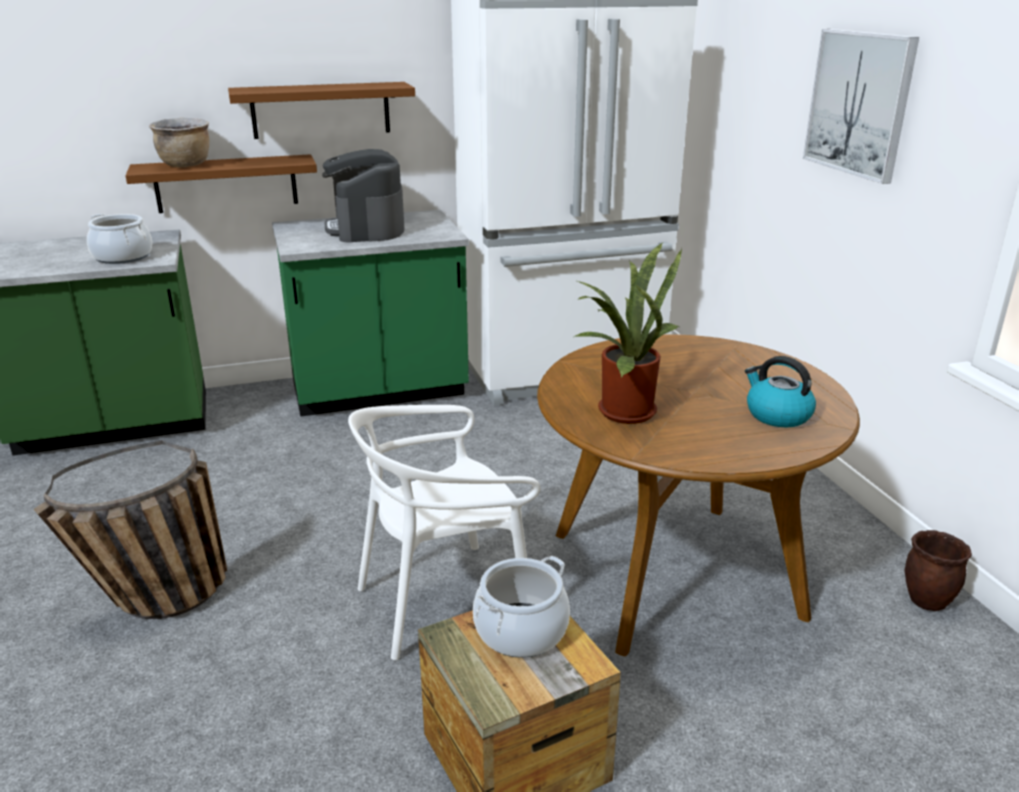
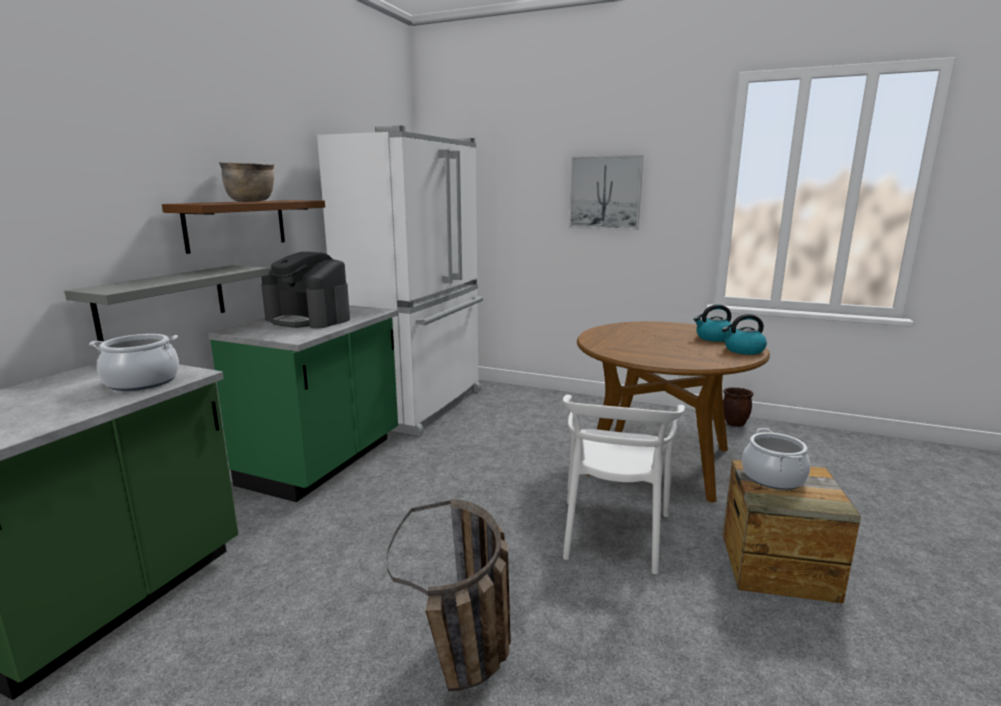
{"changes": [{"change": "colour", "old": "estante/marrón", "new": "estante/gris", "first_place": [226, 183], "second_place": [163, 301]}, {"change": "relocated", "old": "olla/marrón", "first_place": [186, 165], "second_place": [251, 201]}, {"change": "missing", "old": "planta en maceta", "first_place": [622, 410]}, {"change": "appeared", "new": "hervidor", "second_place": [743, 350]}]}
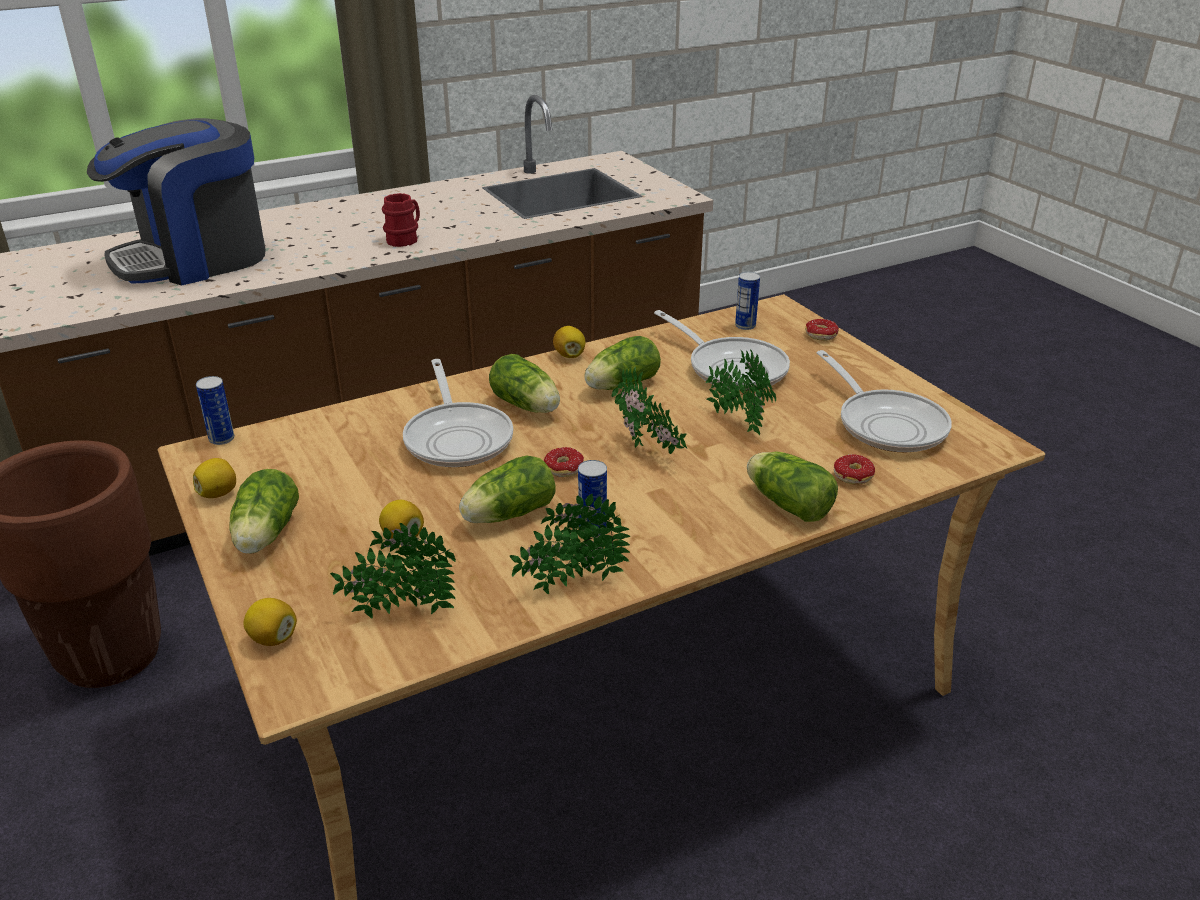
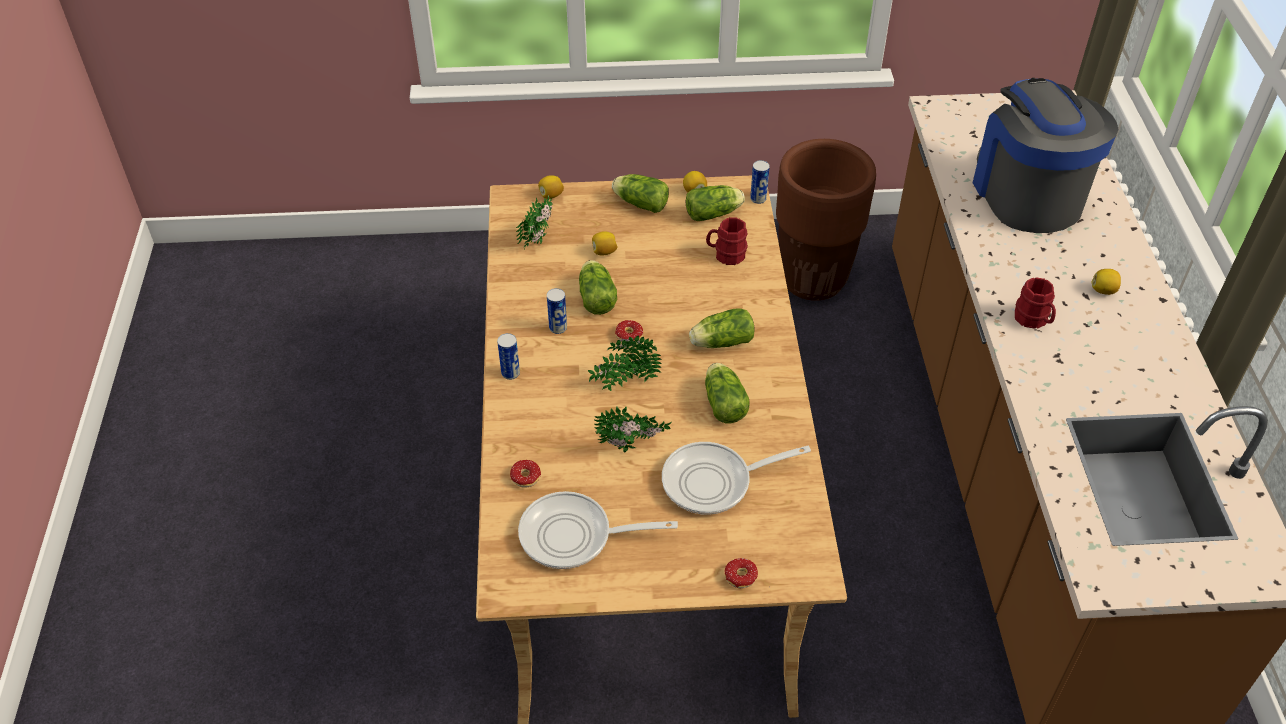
{"changes": [{"change": "missing", "old": "sartén", "first_place": [458, 437]}, {"change": "missing", "old": "planta en maceta", "first_place": [570, 583]}, {"change": "relocated", "old": "limón", "first_place": [569, 355], "second_place": [1103, 290]}, {"change": "relocated", "old": "lata", "first_place": [745, 326], "second_place": [510, 373]}, {"change": "relocated", "old": "lechuga", "first_place": [786, 503], "second_place": [715, 213]}, {"change": "appeared", "new": "taza grande/rojo", "second_place": [726, 255]}]}
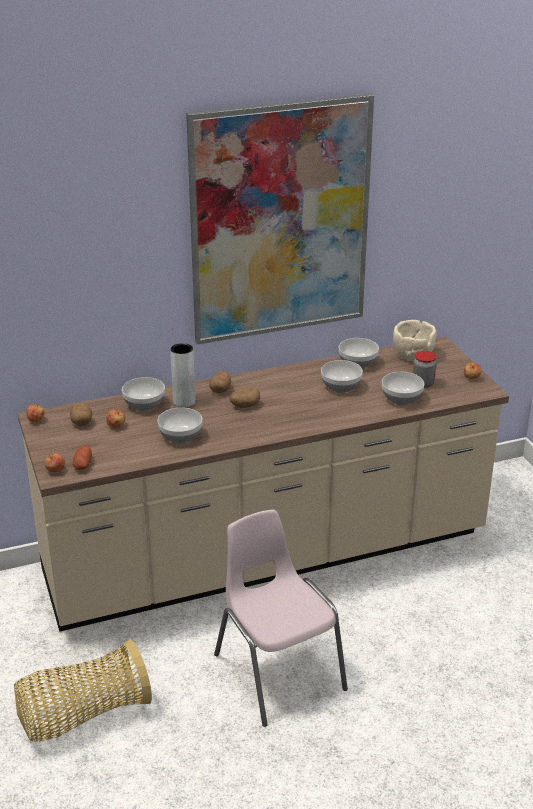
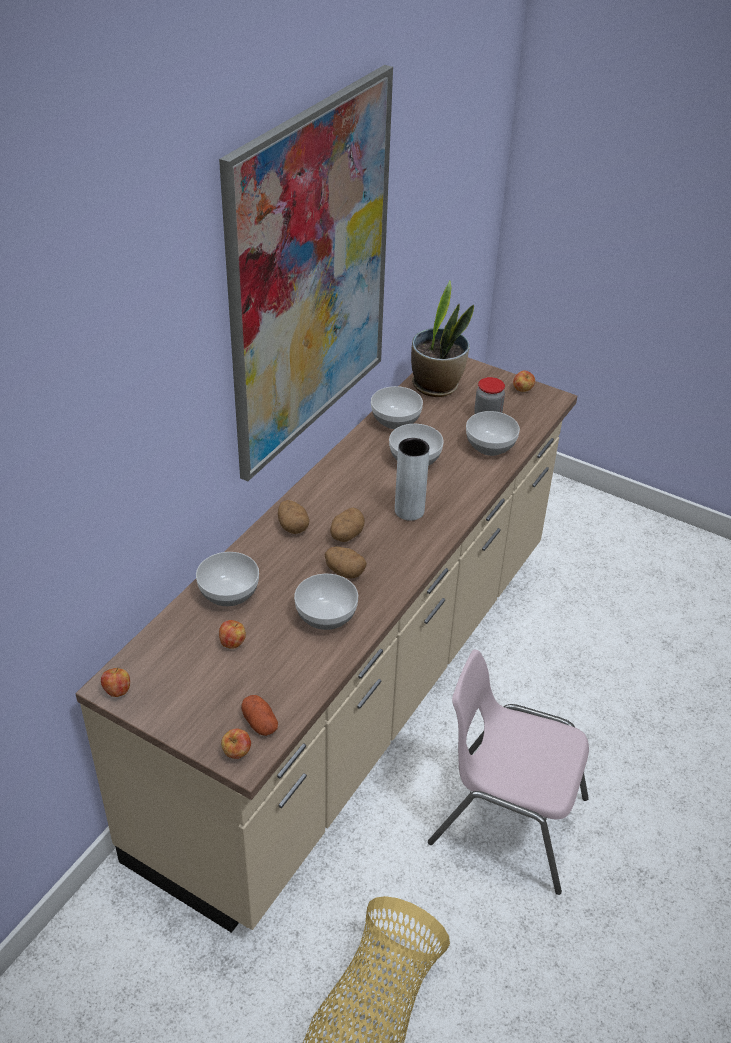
{"changes": [{"change": "relocated", "old": "patata", "first_place": [81, 422], "second_place": [344, 571]}, {"change": "relocated", "old": "florero/gris", "first_place": [184, 401], "second_place": [409, 511]}, {"change": "exchanged", "old": "cuenco/beis", "new": "planta en maceta", "first_place": [412, 355], "second_place": [436, 385]}]}
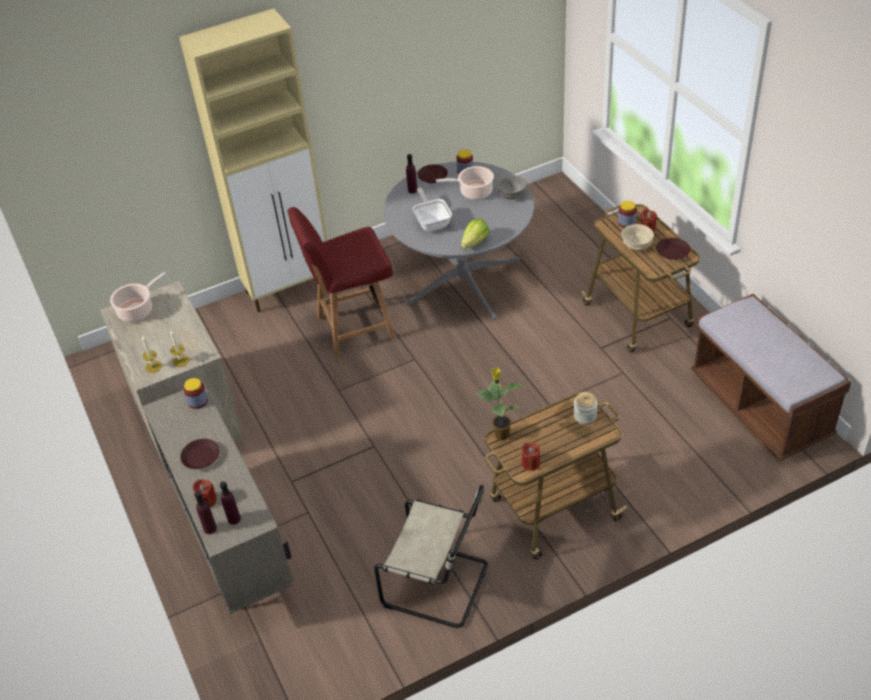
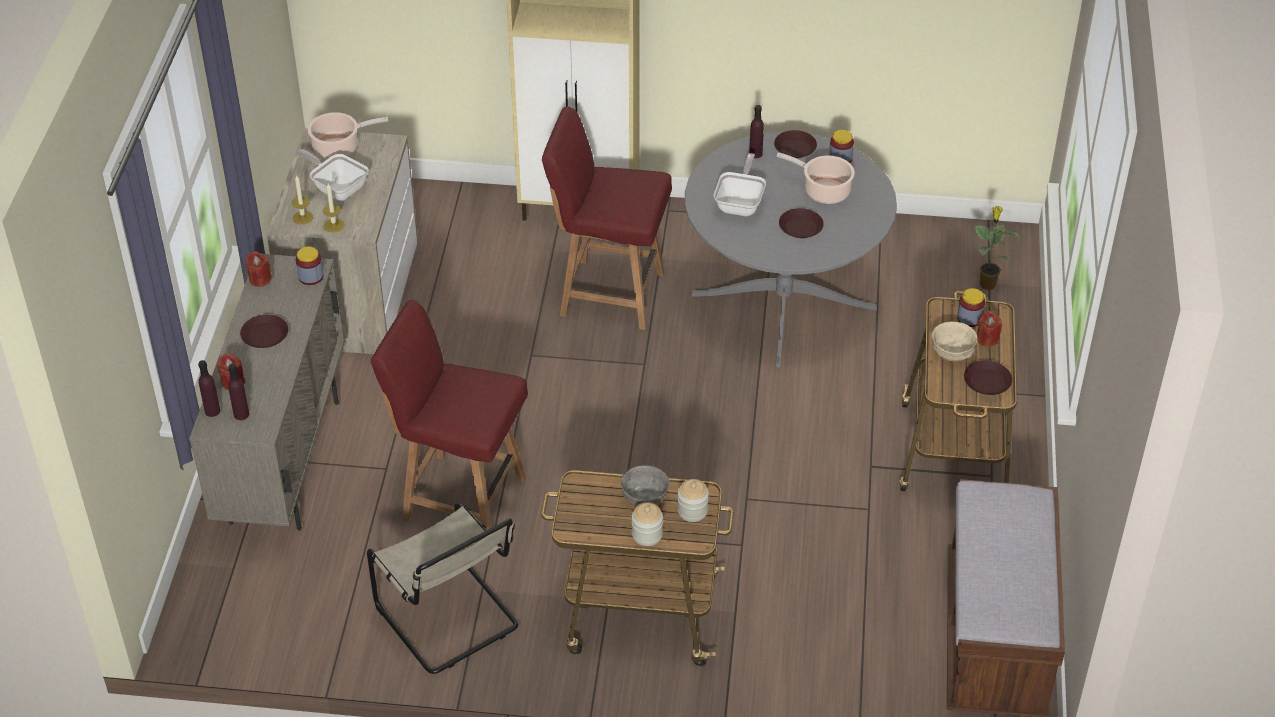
{"changes": [{"change": "missing", "old": "lechuga", "first_place": [475, 242]}, {"change": "relocated", "old": "planta en maceta", "first_place": [501, 434], "second_place": [987, 283]}, {"change": "relocated", "old": "cuenco/gris", "first_place": [511, 195], "second_place": [644, 498]}, {"change": "relocated", "old": "vela/rojo", "first_place": [530, 463], "second_place": [260, 279]}, {"change": "appeared", "new": "sartén", "second_place": [337, 188]}, {"change": "appeared", "new": "silla/rojo", "second_place": [461, 497]}, {"change": "appeared", "new": "tarro", "second_place": [647, 534]}, {"change": "appeared", "new": "plato/marrón", "second_place": [801, 227]}]}
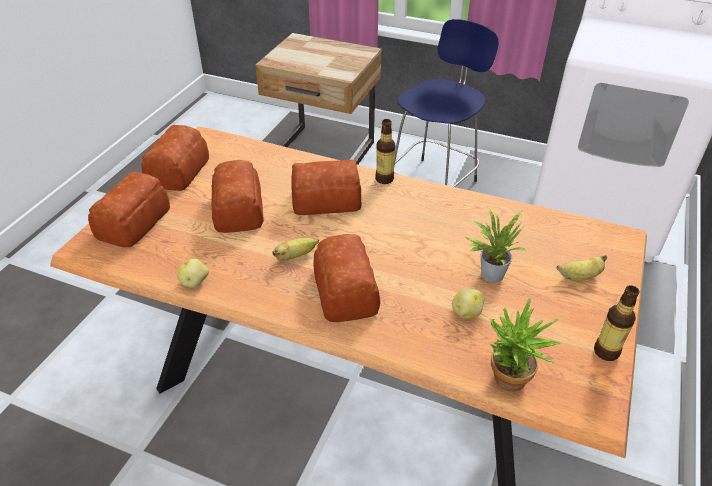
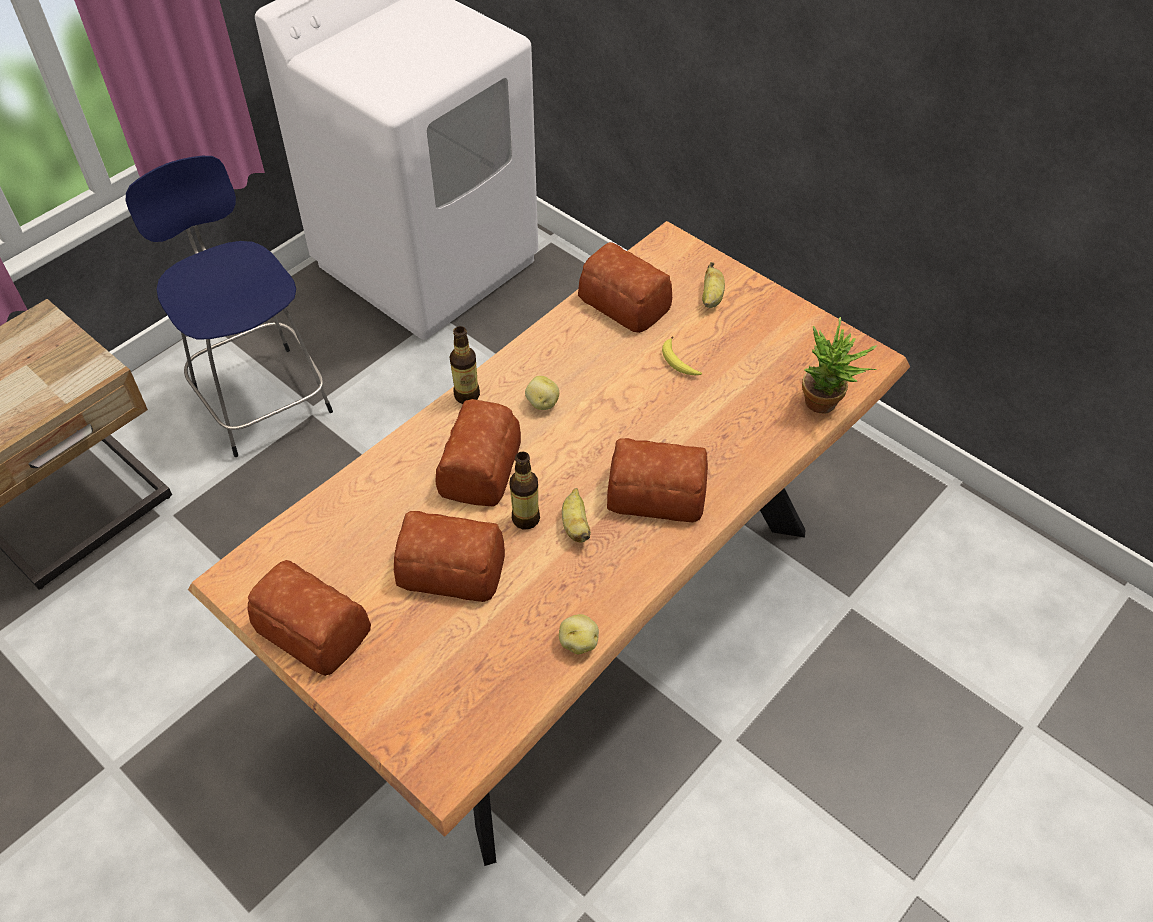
{"changes": [{"change": "relocated", "old": "pan", "first_place": [135, 222], "second_place": [624, 300]}, {"change": "relocated", "old": "patata", "first_place": [466, 312], "second_place": [542, 403]}, {"change": "exchanged", "old": "planta en maceta", "new": "plátano", "first_place": [489, 273], "second_place": [678, 362]}, {"change": "relocated", "old": "botella", "first_place": [606, 351], "second_place": [526, 518]}]}
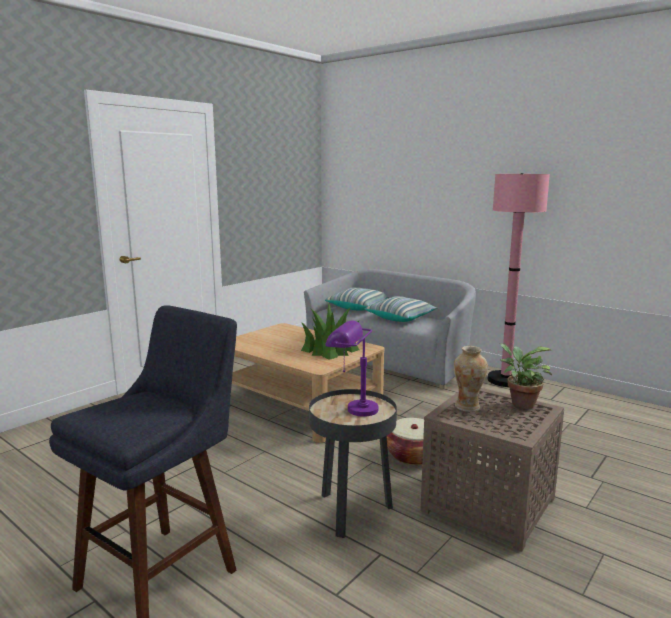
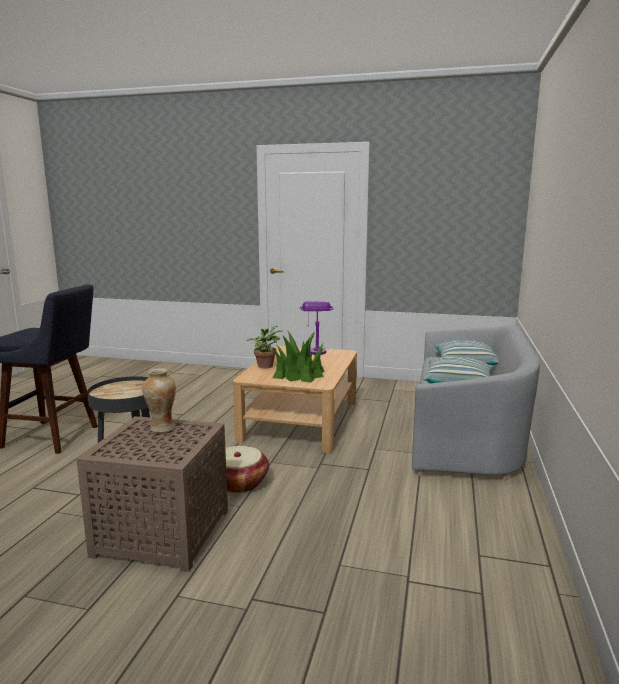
{"changes": [{"change": "relocated", "old": "lámpara de mesa/morado", "first_place": [352, 408], "second_place": [316, 351]}, {"change": "missing", "old": "lámpara de pie/rosa", "first_place": [505, 380]}, {"change": "relocated", "old": "planta en maceta", "first_place": [519, 404], "second_place": [265, 365]}]}
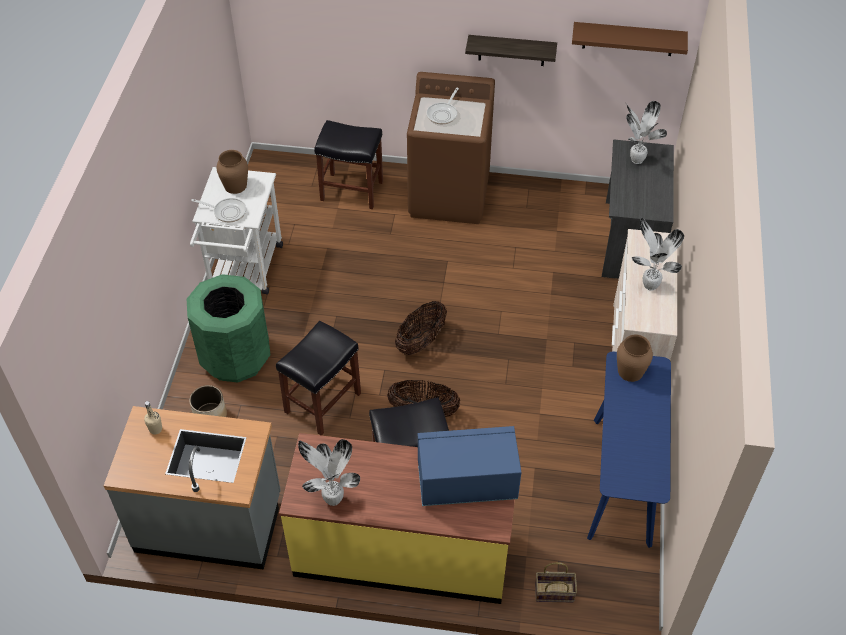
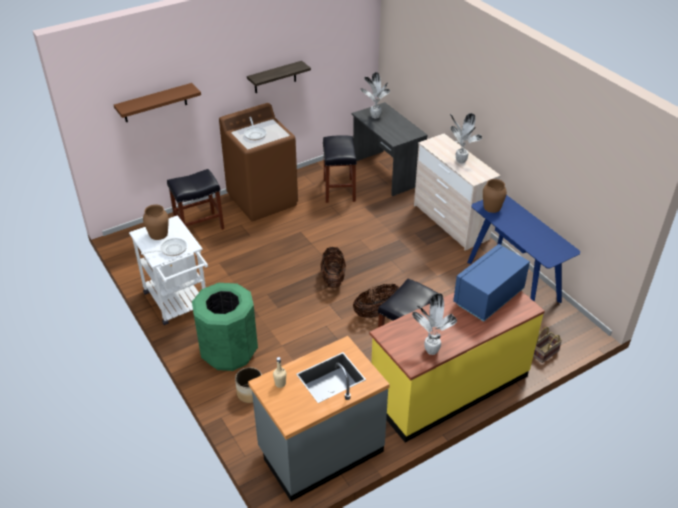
{"changes": [{"change": "relocated", "old": "taburete/negro", "first_place": [323, 402], "second_place": [339, 190]}, {"change": "relocated", "old": "estante/marrón", "first_place": [628, 39], "second_place": [155, 103]}]}
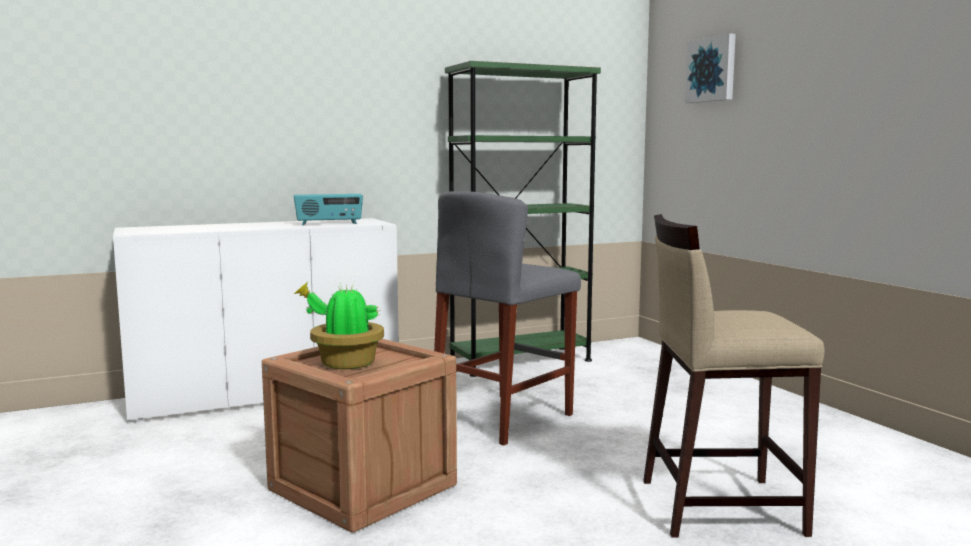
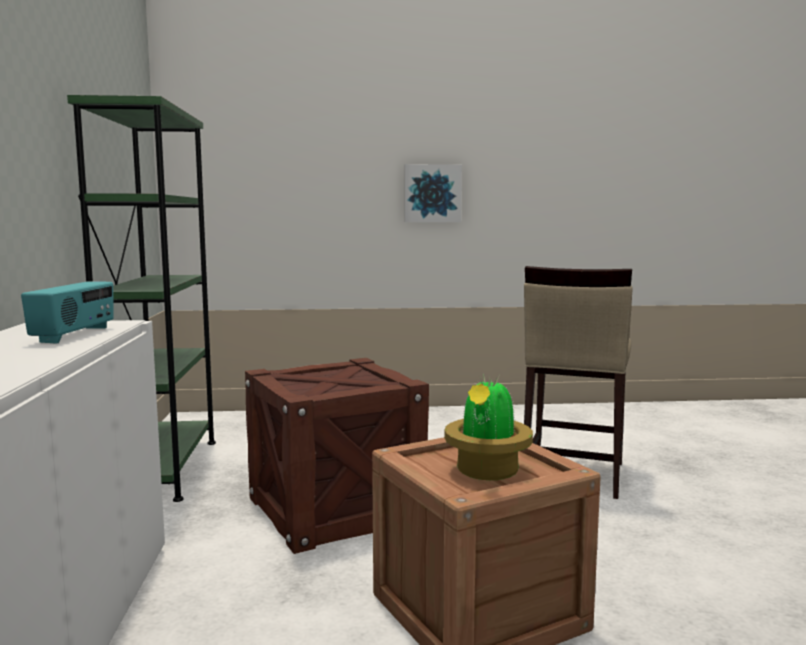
{"changes": [{"change": "exchanged", "old": "taburete/gris", "new": "caja de embalaje", "first_place": [503, 418], "second_place": [335, 509]}, {"change": "relocated", "old": "cuadro", "first_place": [712, 70], "second_place": [432, 193]}]}
